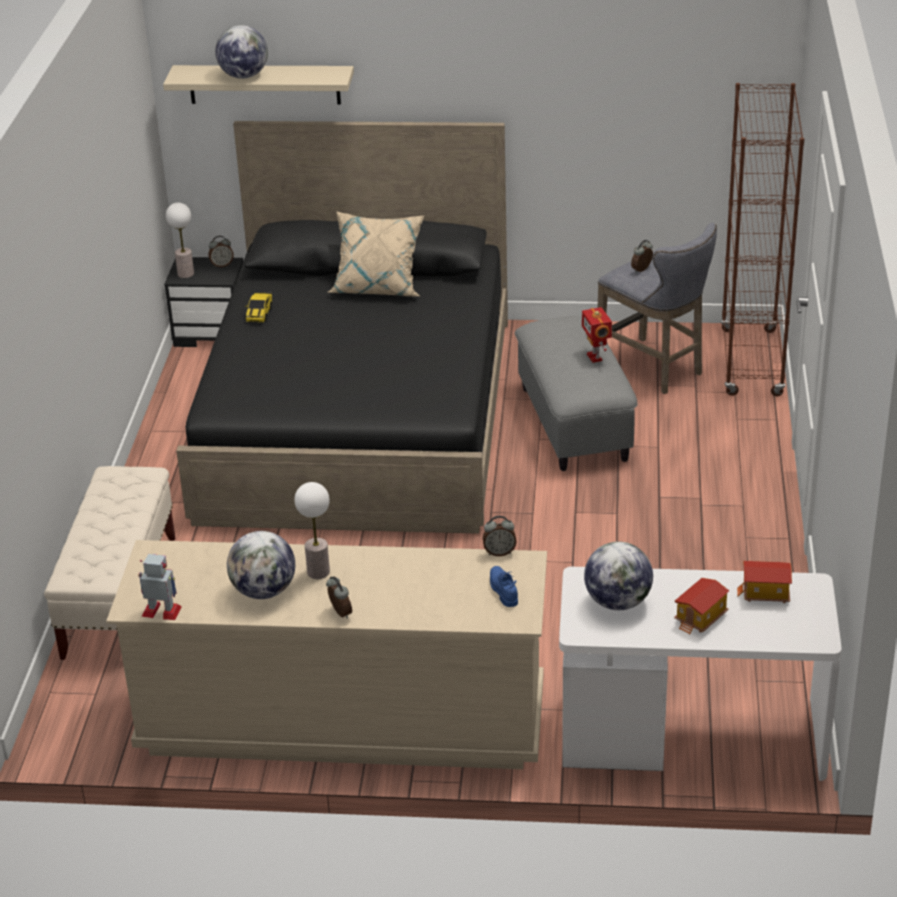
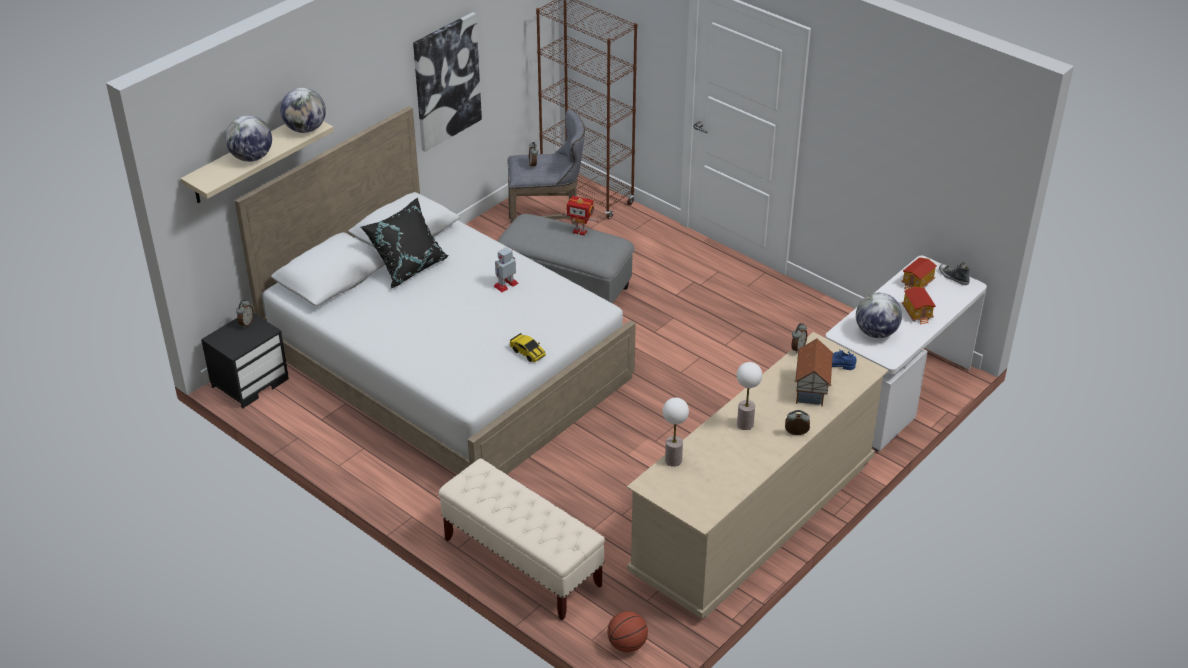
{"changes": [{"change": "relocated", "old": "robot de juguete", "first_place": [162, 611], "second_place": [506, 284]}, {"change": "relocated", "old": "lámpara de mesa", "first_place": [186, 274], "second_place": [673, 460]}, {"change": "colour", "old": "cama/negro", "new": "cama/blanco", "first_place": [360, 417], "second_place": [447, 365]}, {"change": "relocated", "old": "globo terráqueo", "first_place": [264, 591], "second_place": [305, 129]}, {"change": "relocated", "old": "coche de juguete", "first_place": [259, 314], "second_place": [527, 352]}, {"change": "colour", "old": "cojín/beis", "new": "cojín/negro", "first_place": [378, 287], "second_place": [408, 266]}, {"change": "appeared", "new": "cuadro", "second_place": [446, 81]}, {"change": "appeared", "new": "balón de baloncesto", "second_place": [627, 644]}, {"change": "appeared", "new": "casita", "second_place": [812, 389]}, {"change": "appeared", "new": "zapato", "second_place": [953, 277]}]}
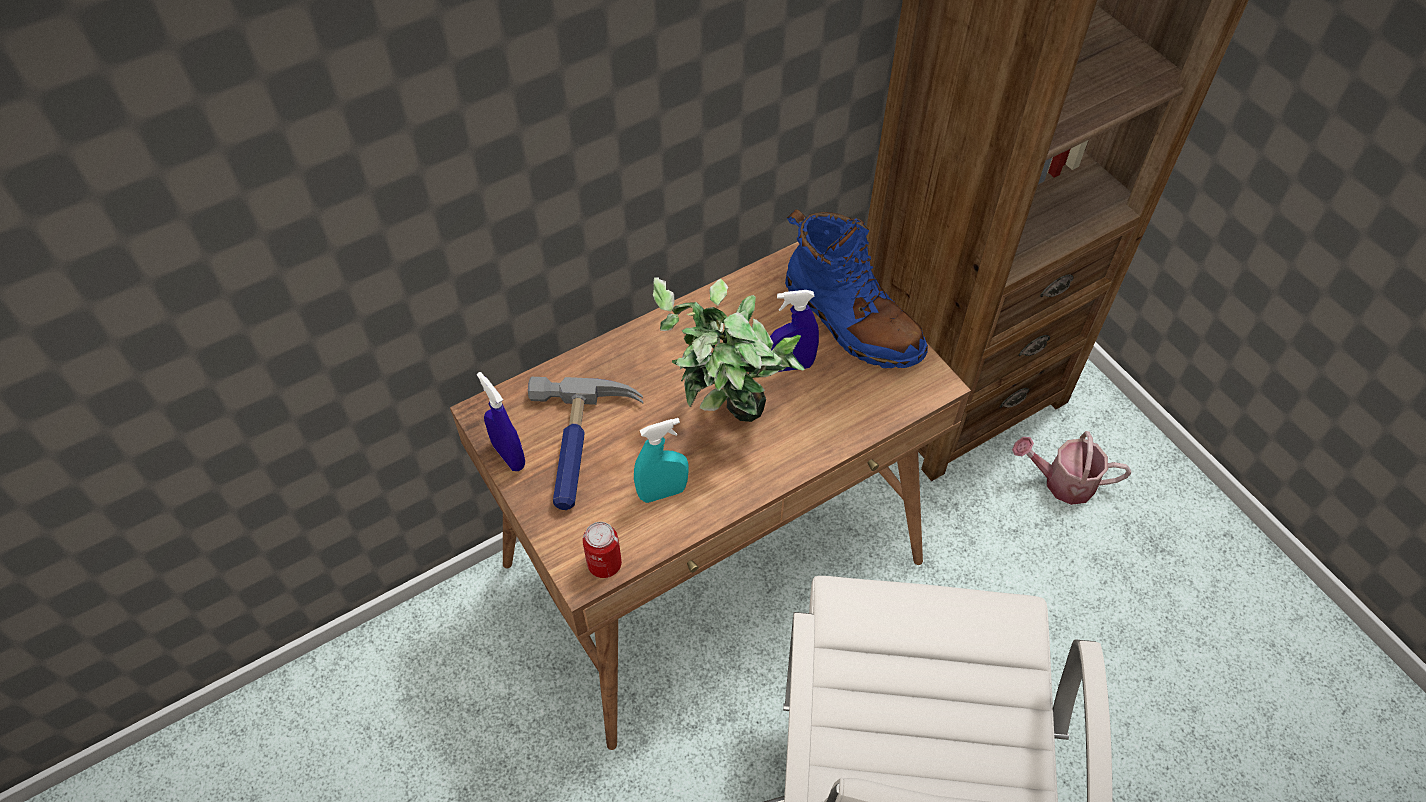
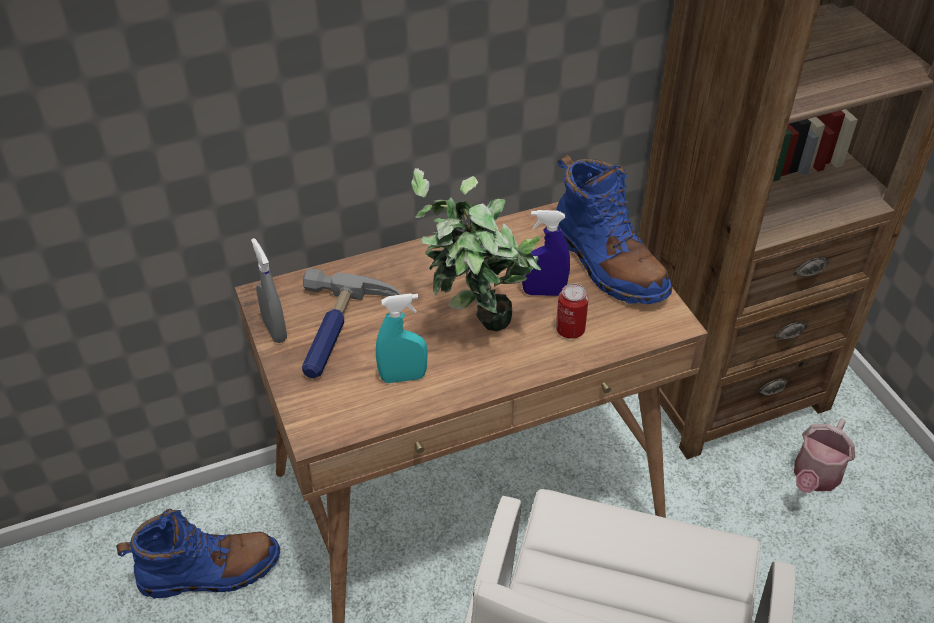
{"changes": [{"change": "colour", "old": "pulverizador/azul", "new": "pulverizador/gris", "first_place": [509, 456], "second_place": [275, 330]}, {"change": "relocated", "old": "lata", "first_place": [604, 564], "second_place": [570, 330]}, {"change": "spun", "old": "regadera", "first_place": [1062, 481], "second_place": [814, 477], "degrees": -75}, {"change": "appeared", "new": "bota/azul", "second_place": [210, 572]}]}
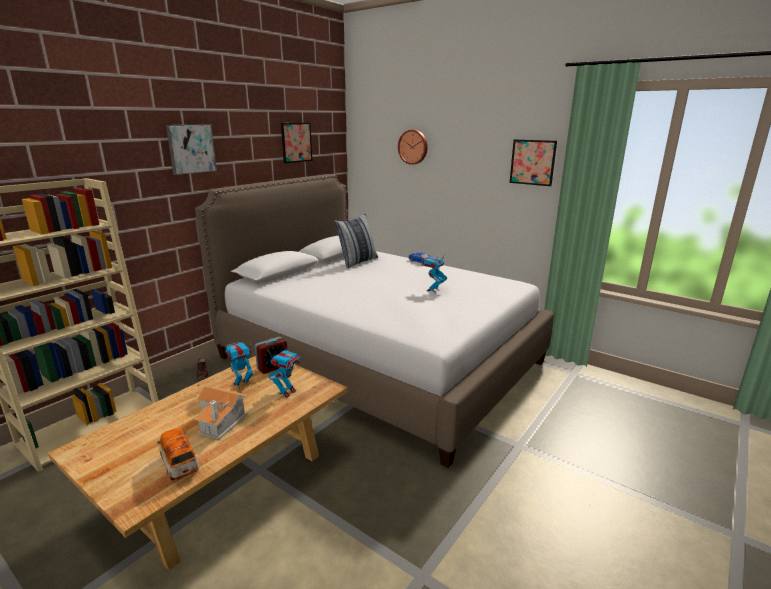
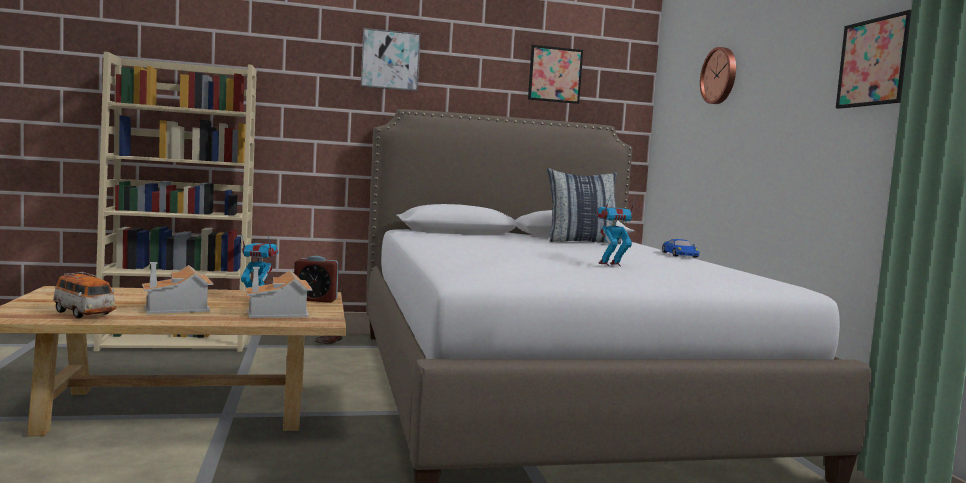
{"changes": [{"change": "spun", "old": "coche de juguete", "first_place": [180, 464], "second_place": [84, 313], "degrees": 120}, {"change": "exchanged", "old": "robot de juguete", "new": "casita", "first_place": [287, 392], "second_place": [279, 312]}]}
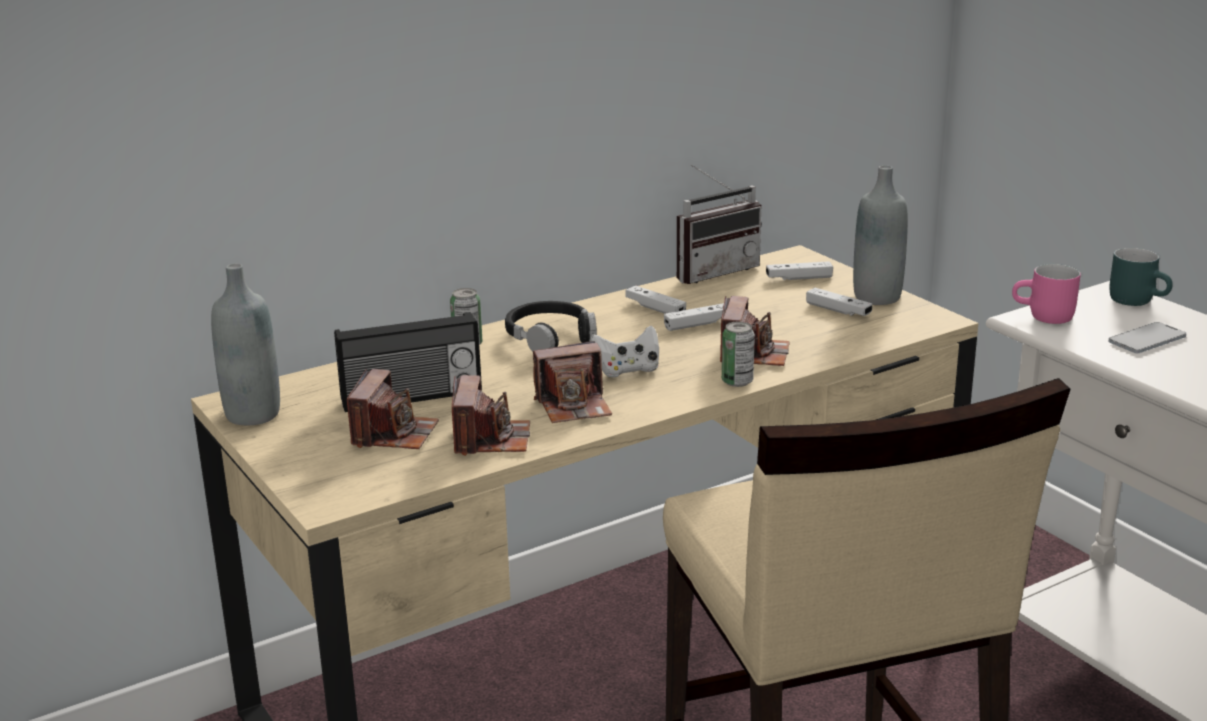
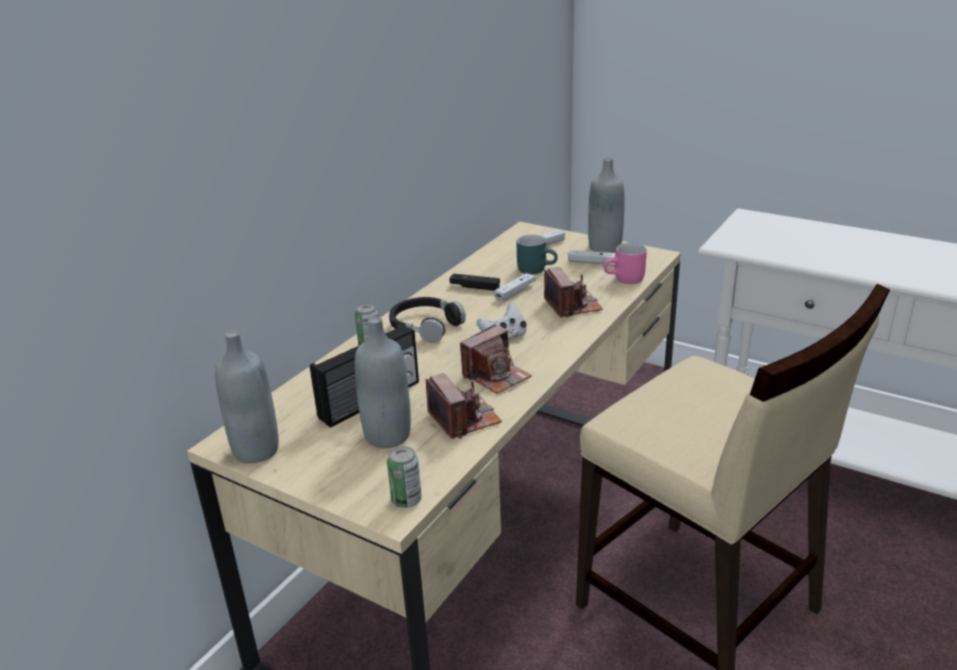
{"changes": [{"change": "exchanged", "old": "cámara", "new": "botella/gris", "first_place": [394, 434], "second_place": [387, 436]}, {"change": "colour", "old": "mando de consola/blanco", "new": "mando de consola/negro", "first_place": [655, 309], "second_place": [475, 287]}, {"change": "missing", "old": "radio", "first_place": [712, 271]}, {"change": "relocated", "old": "lata", "first_place": [737, 381], "second_place": [406, 500]}, {"change": "relocated", "old": "taza grande/rosa", "first_place": [1044, 317], "second_place": [625, 280]}, {"change": "missing", "old": "móvil", "first_place": [1147, 340]}, {"change": "relocated", "old": "taza grande/turquesa", "first_place": [1138, 300], "second_place": [536, 269]}]}
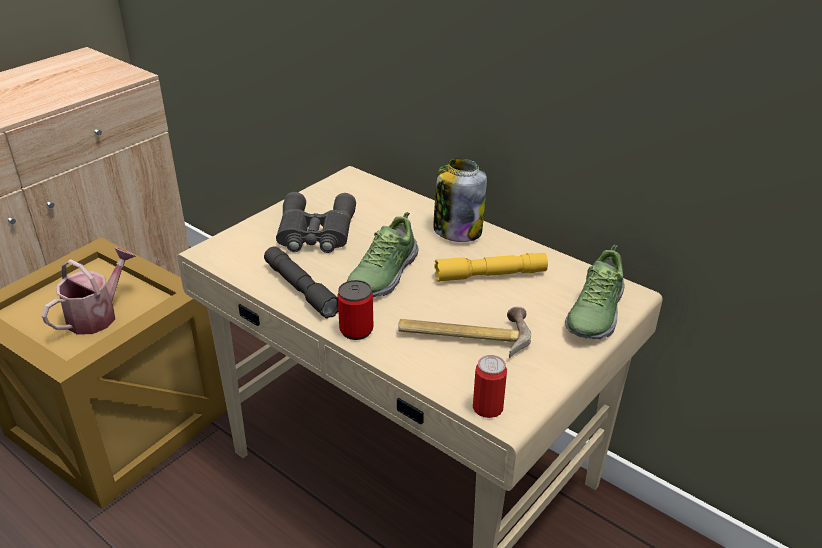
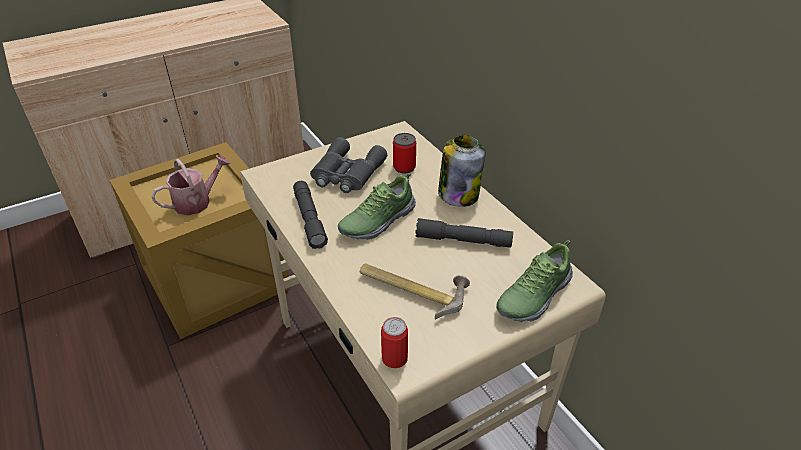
{"changes": [{"change": "relocated", "old": "lata", "first_place": [356, 330], "second_place": [404, 167]}, {"change": "colour", "old": "linterna/amarillo", "new": "linterna/gris", "first_place": [490, 275], "second_place": [463, 240]}]}
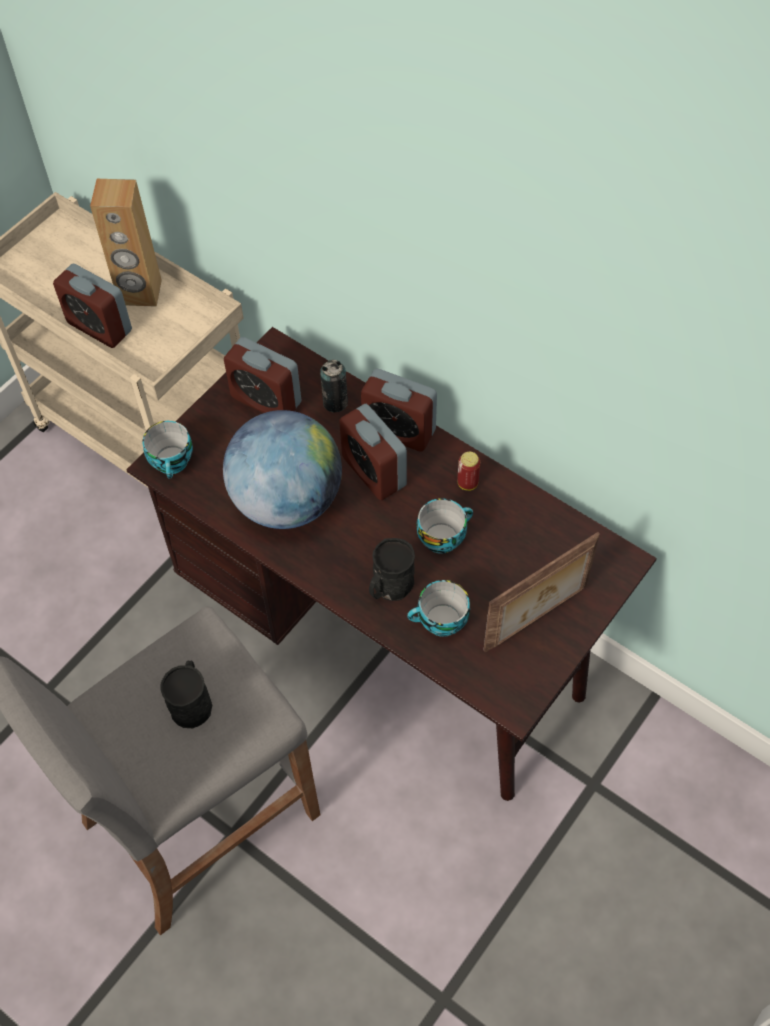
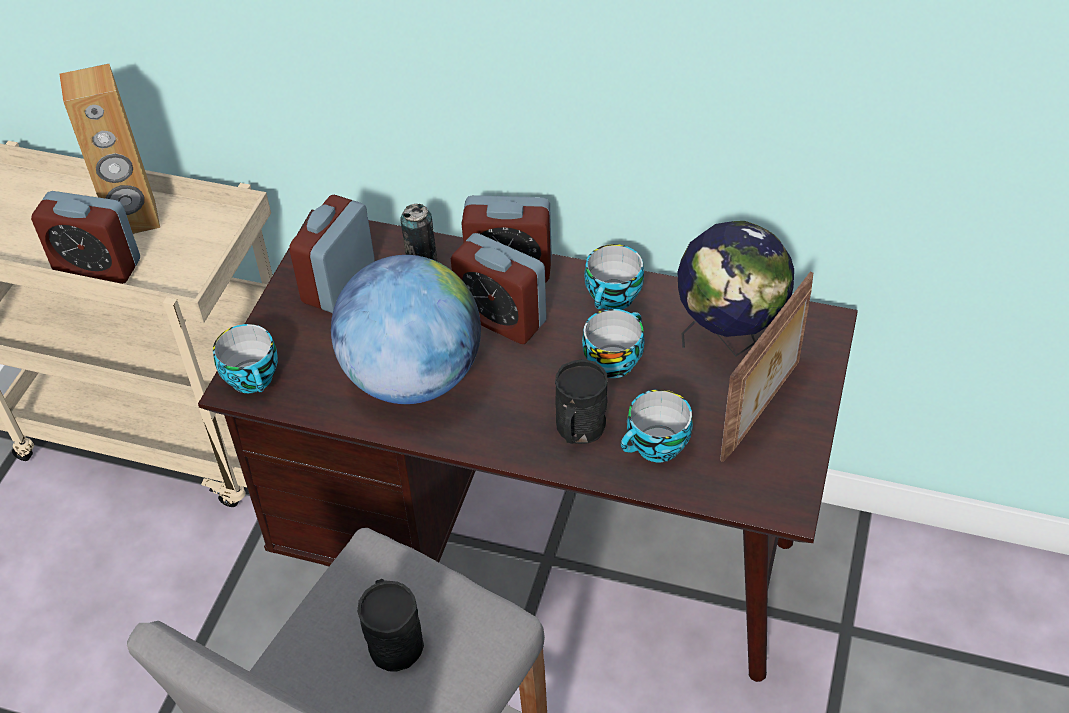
{"changes": [{"change": "spun", "old": "despertador", "first_place": [266, 400], "second_place": [339, 283], "degrees": 105}, {"change": "exchanged", "old": "lata", "new": "taza", "first_place": [467, 483], "second_place": [614, 299]}, {"change": "appeared", "new": "globo terráqueo", "second_place": [729, 339]}]}
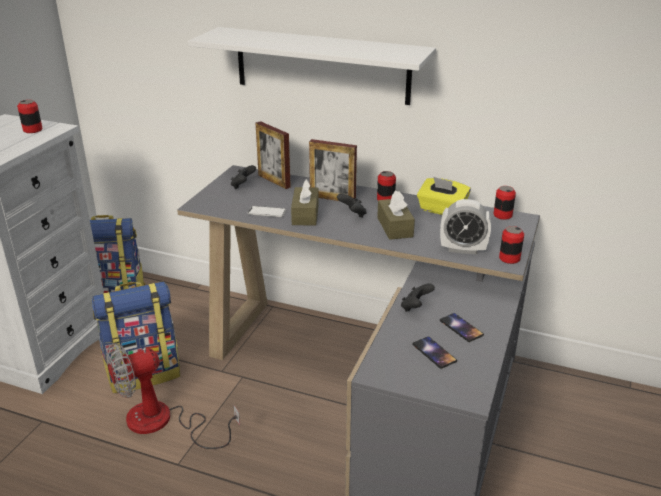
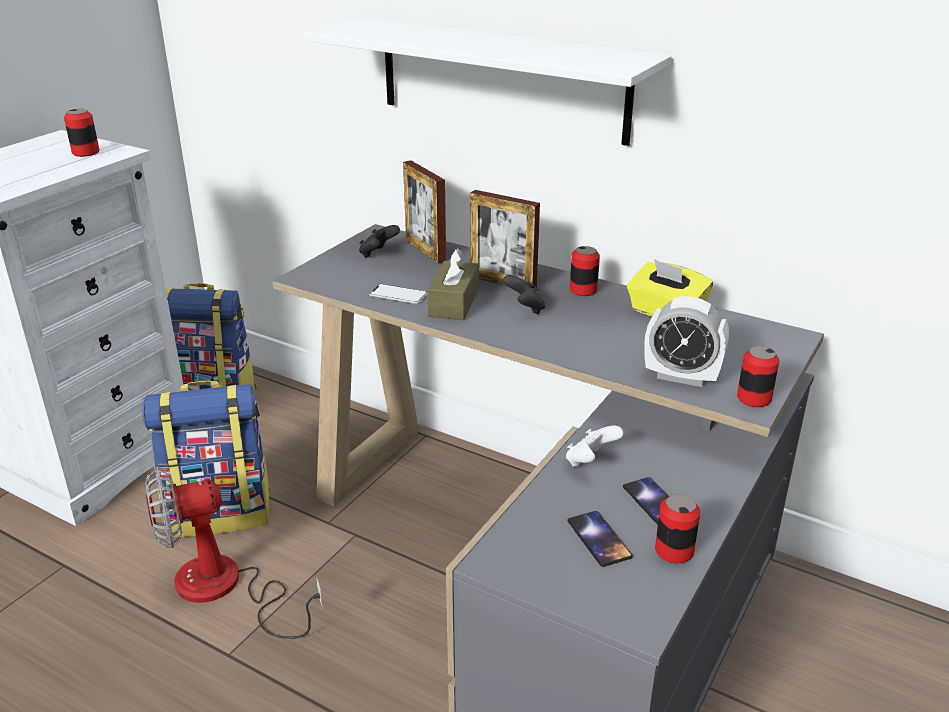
{"changes": [{"change": "missing", "old": "caja de pañuelos/marrón", "first_place": [395, 227]}, {"change": "colour", "old": "mando de consola/negro", "new": "mando de consola/blanco", "first_place": [415, 307], "second_place": [590, 462]}, {"change": "relocated", "old": "lata", "first_place": [502, 215], "second_place": [674, 551]}]}
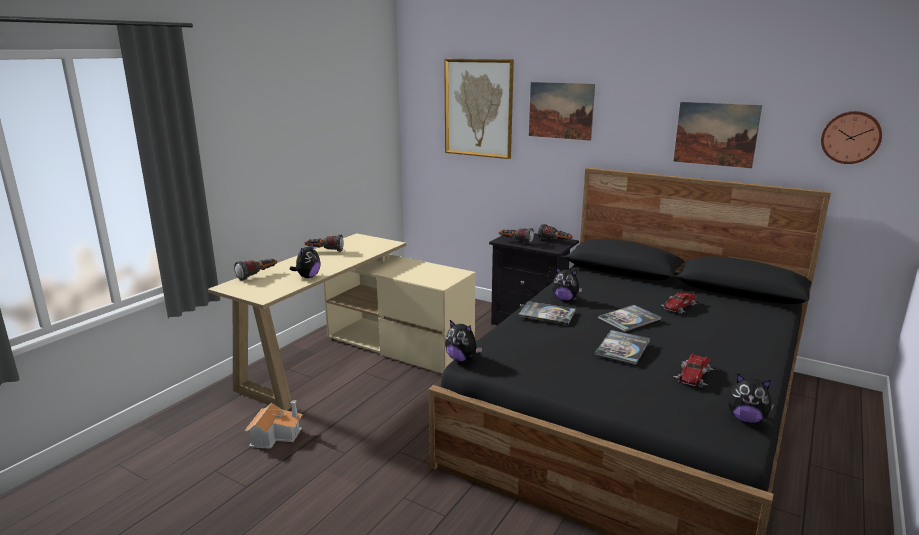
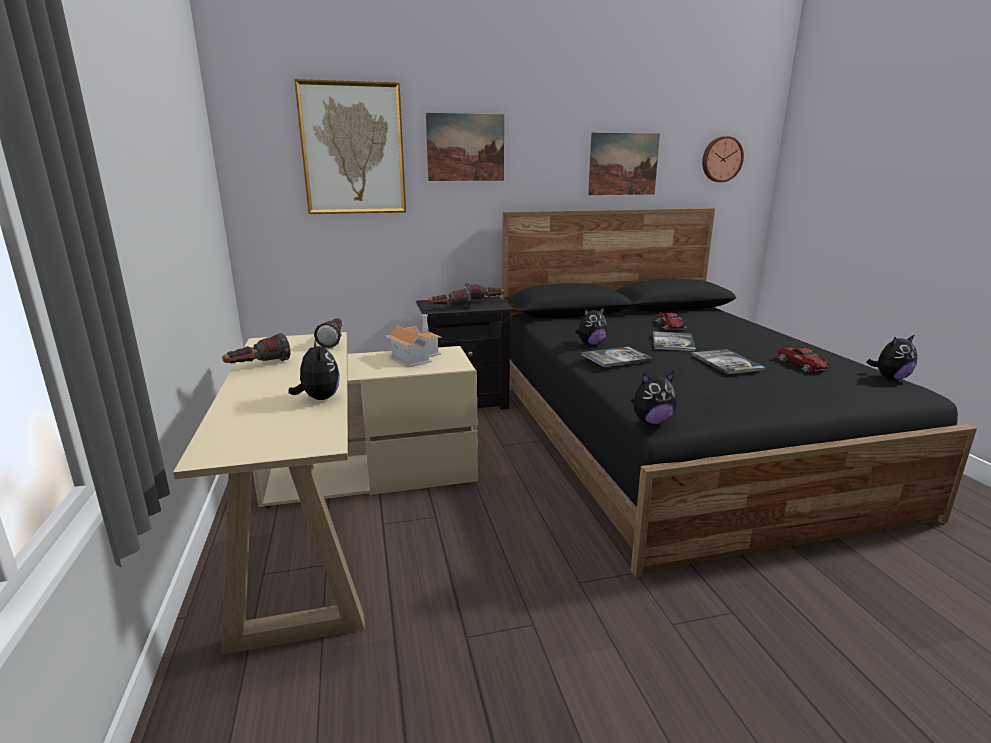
{"changes": [{"change": "relocated", "old": "linterna", "first_place": [258, 275], "second_place": [334, 341]}, {"change": "relocated", "old": "casita", "first_place": [276, 435], "second_place": [415, 356]}]}
